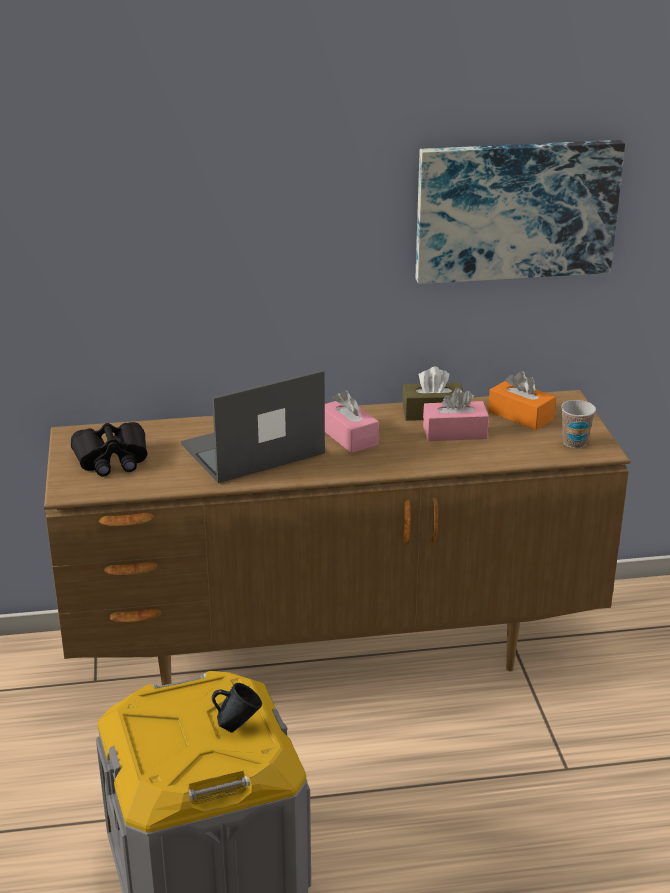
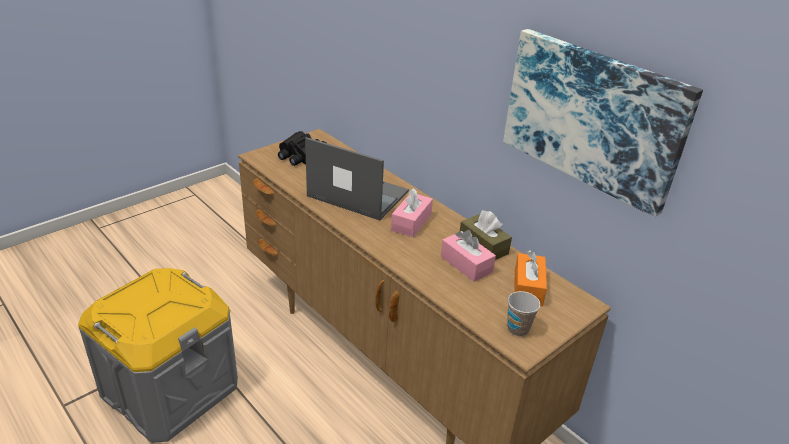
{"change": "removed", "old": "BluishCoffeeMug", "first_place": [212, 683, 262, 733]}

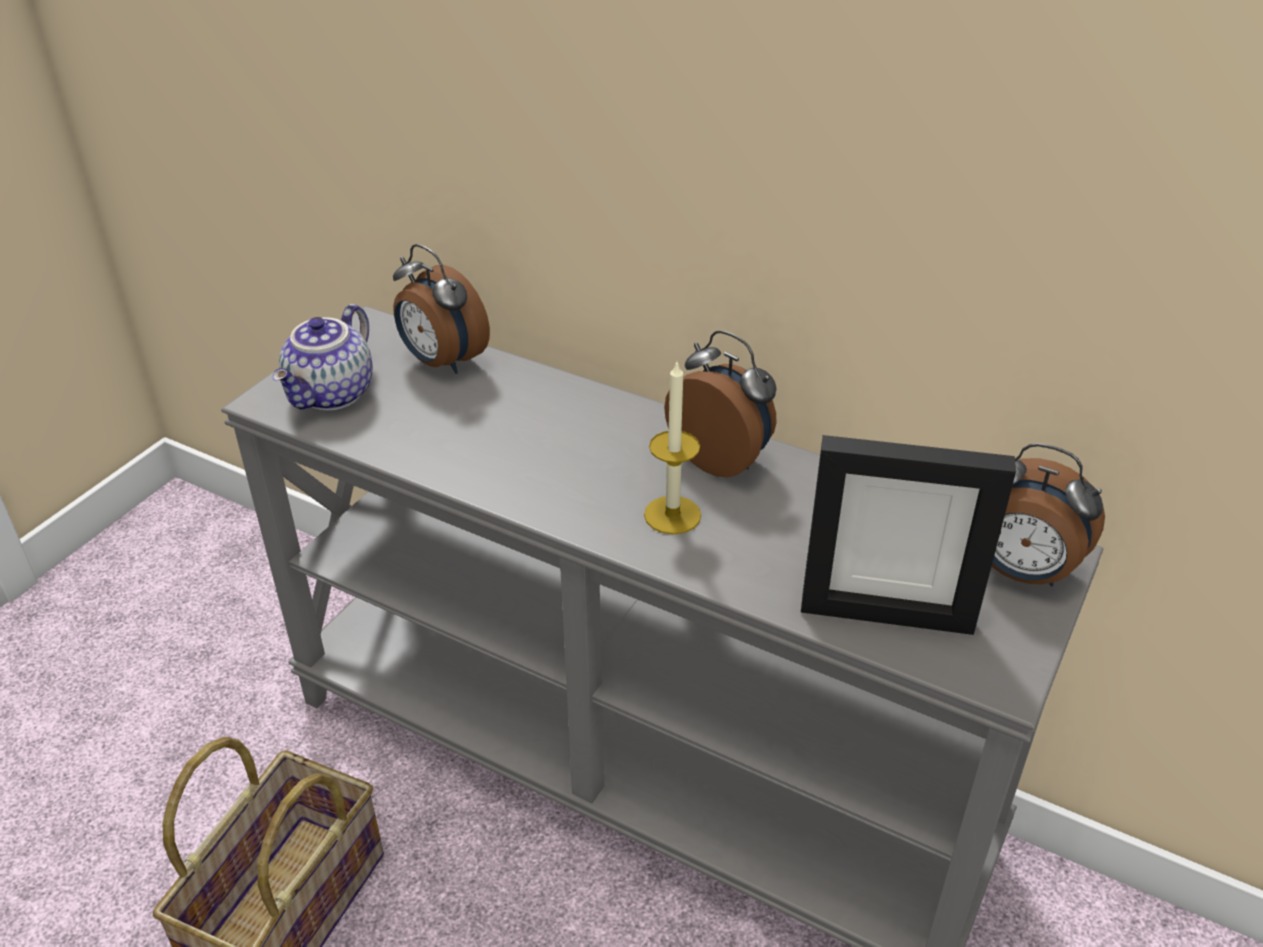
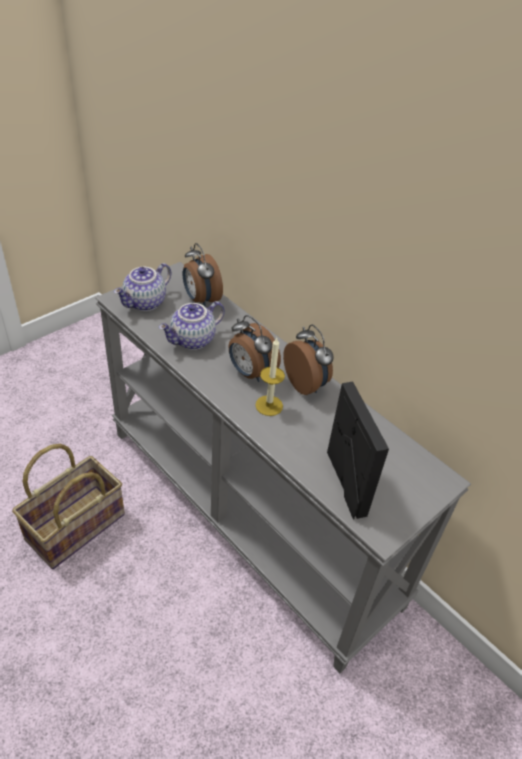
{"change": "turned", "old": "PhotoFrame", "first_place": [801, 435, 1016, 635], "second_place": [327, 382, 389, 520], "degrees": -135}
{"change": "moved", "old": "BedsideClock", "first_place": [992, 443, 1105, 587], "second_place": [229, 315, 281, 382]}
{"change": "added", "new": "PotForTea", "second_place": [159, 301, 225, 350]}

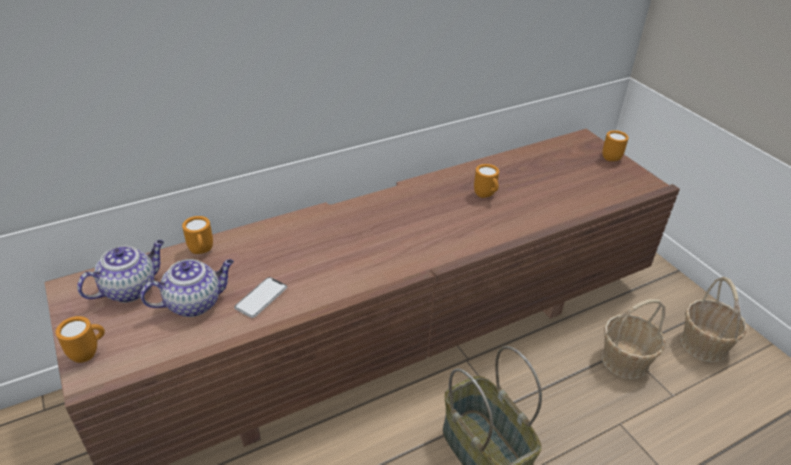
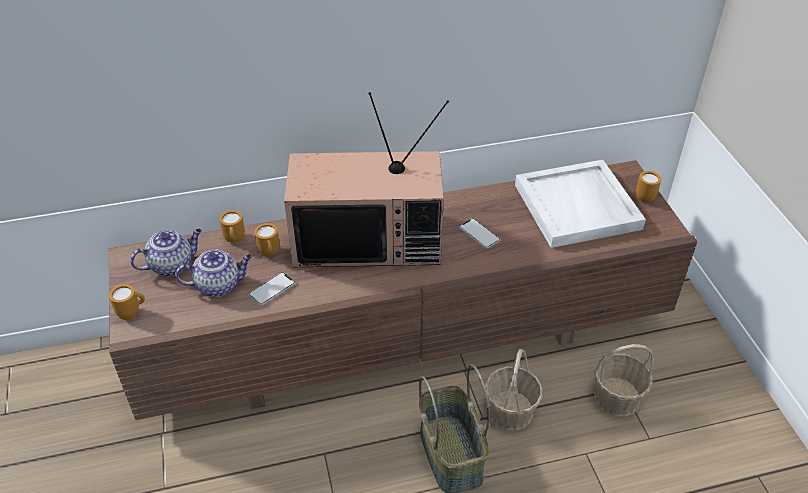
{"change": "moved", "old": "OrangeyCoffeeMug", "first_place": [474, 164, 499, 198], "second_place": [255, 223, 280, 256]}
{"change": "moved", "old": "Basket", "first_place": [680, 277, 747, 362], "second_place": [485, 349, 543, 431]}
{"change": "added", "new": "Television", "second_place": [284, 92, 449, 267]}
{"change": "added", "new": "Handset", "second_place": [459, 218, 501, 249]}
{"change": "added", "new": "WhitishServingTray", "second_place": [515, 160, 646, 248]}

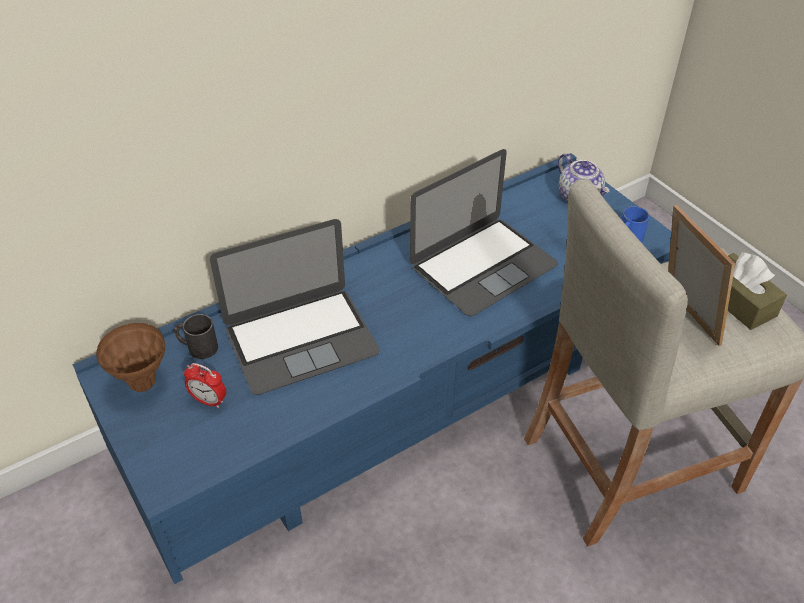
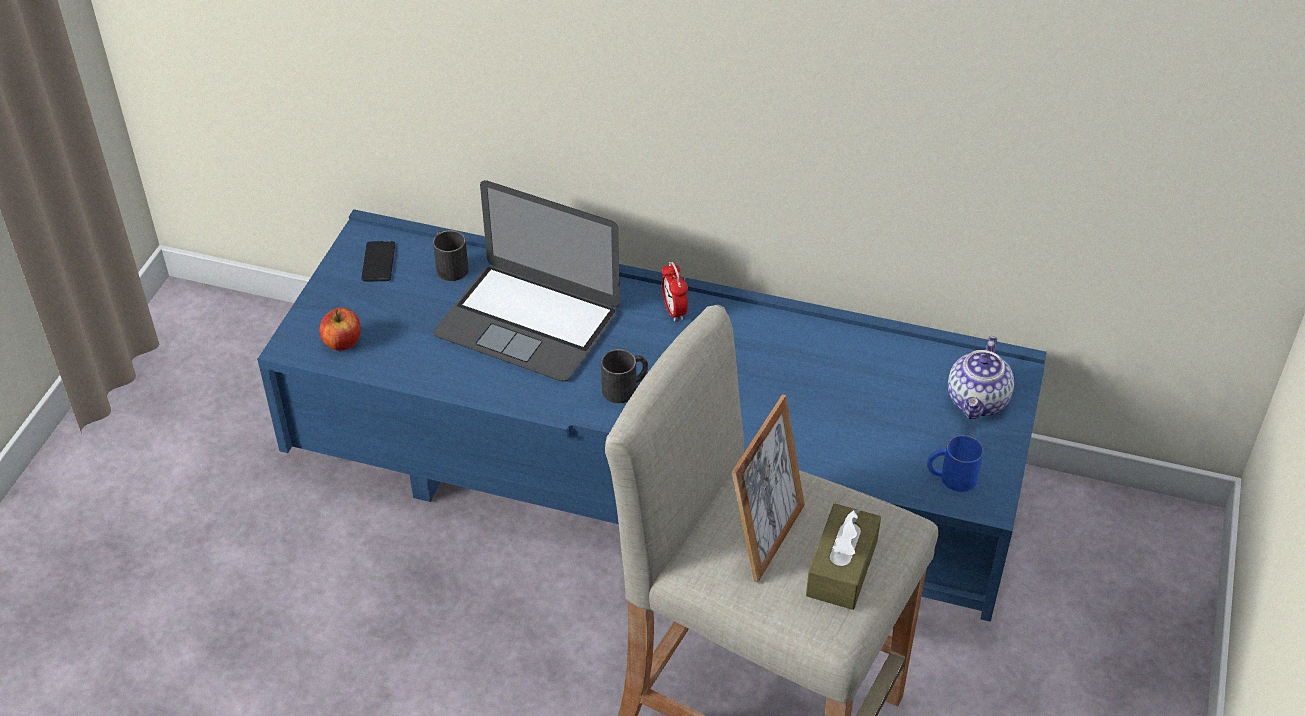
{"change": "replaced", "old": "BrownishDecorativeVase", "new": "Handset", "first_place": [96, 323, 165, 392], "second_place": [361, 241, 395, 281]}
{"change": "moved", "old": "BedsideClock", "first_place": [184, 363, 226, 408], "second_place": [662, 262, 688, 322]}
{"change": "removed", "old": "PortableComputer", "first_place": [410, 149, 558, 316]}
{"change": "added", "new": "AppleFruit", "second_place": [319, 308, 360, 351]}
{"change": "added", "new": "BlackishCoffeeMug", "second_place": [601, 349, 648, 403]}

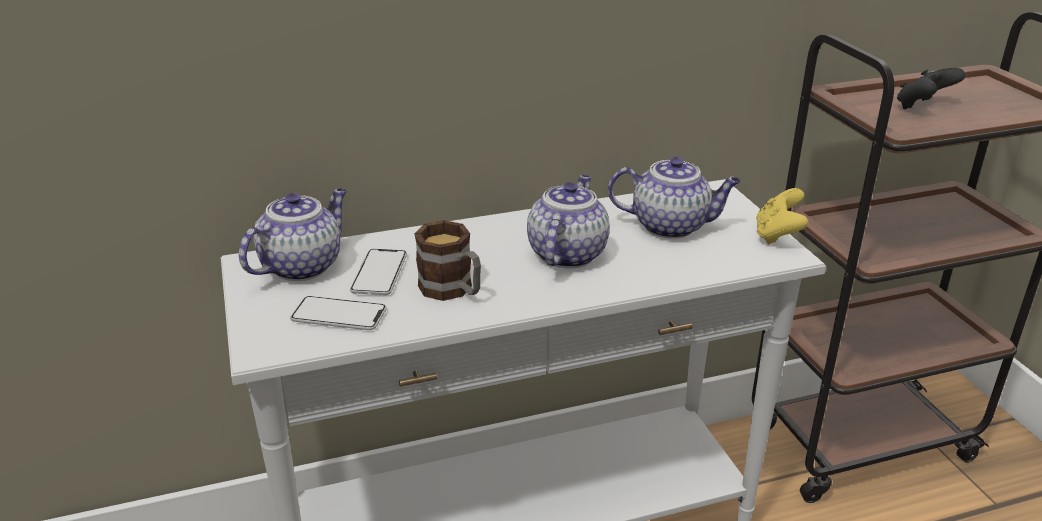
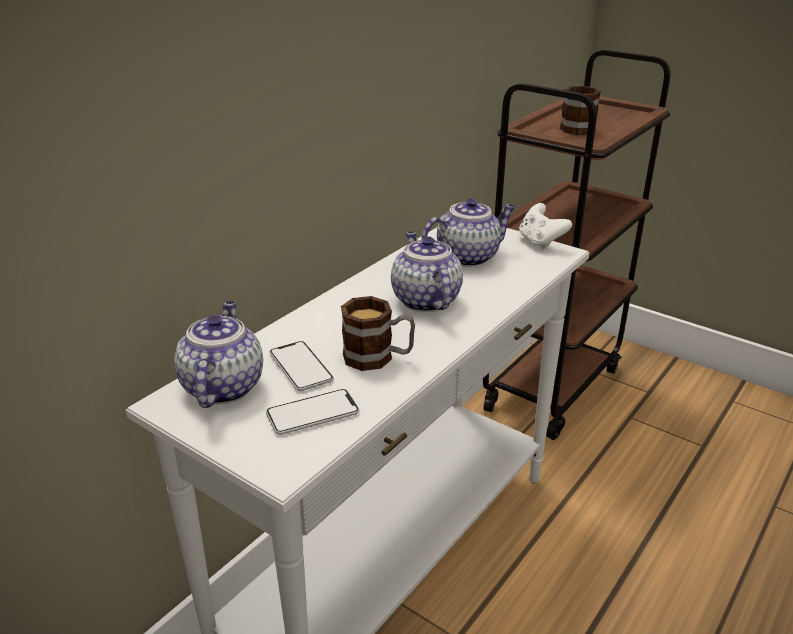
{"change": "recoloured", "old": "YellowJoypad", "new": "WhitishJoypad", "first_place": [756, 188, 808, 245], "second_place": [519, 203, 572, 250]}
{"change": "replaced", "old": "BlackishJoypad", "new": "CoffeeMug", "first_place": [897, 68, 965, 109], "second_place": [560, 86, 601, 135]}

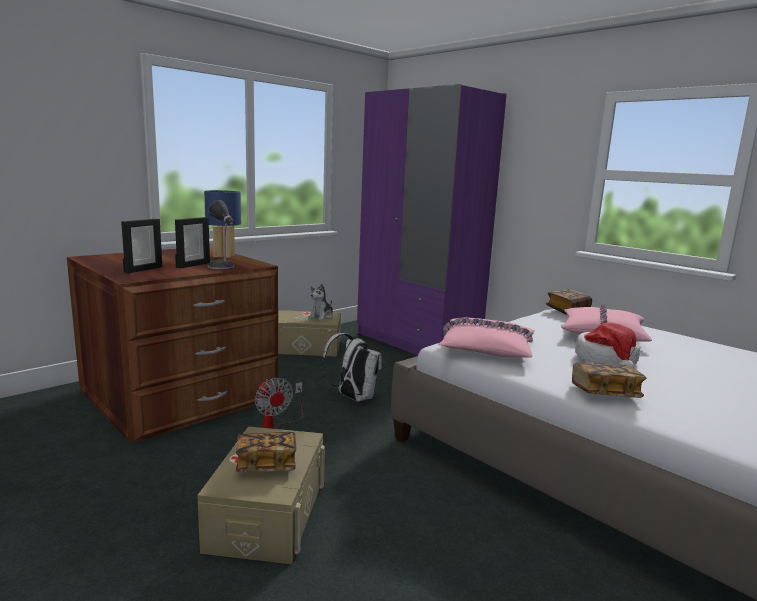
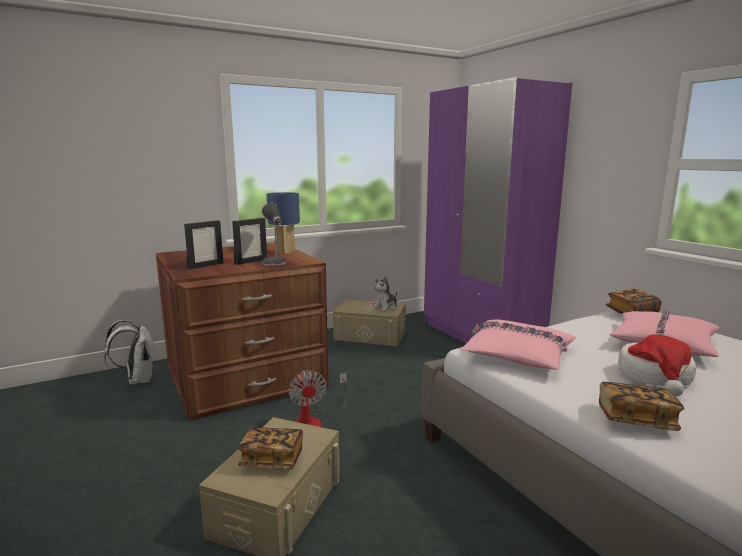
{"change": "moved", "old": "WhitishKnapsack", "first_place": [322, 333, 382, 402], "second_place": [104, 320, 155, 384]}

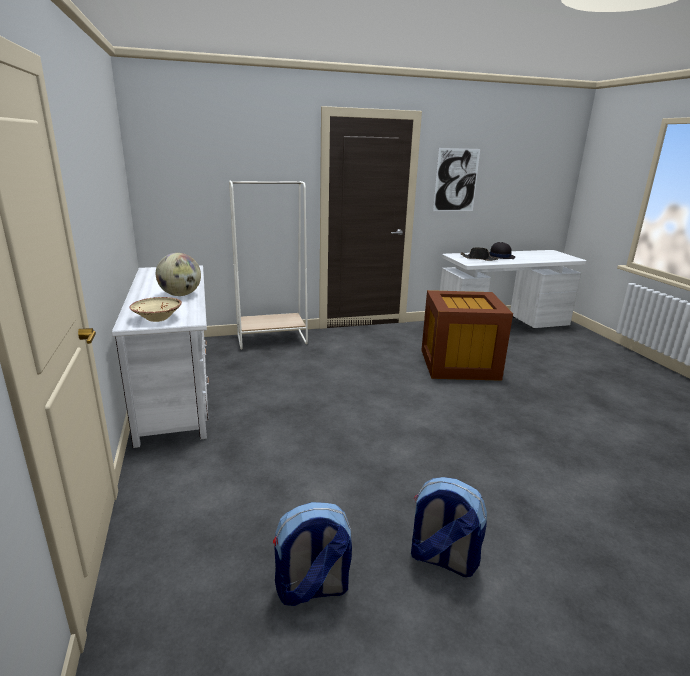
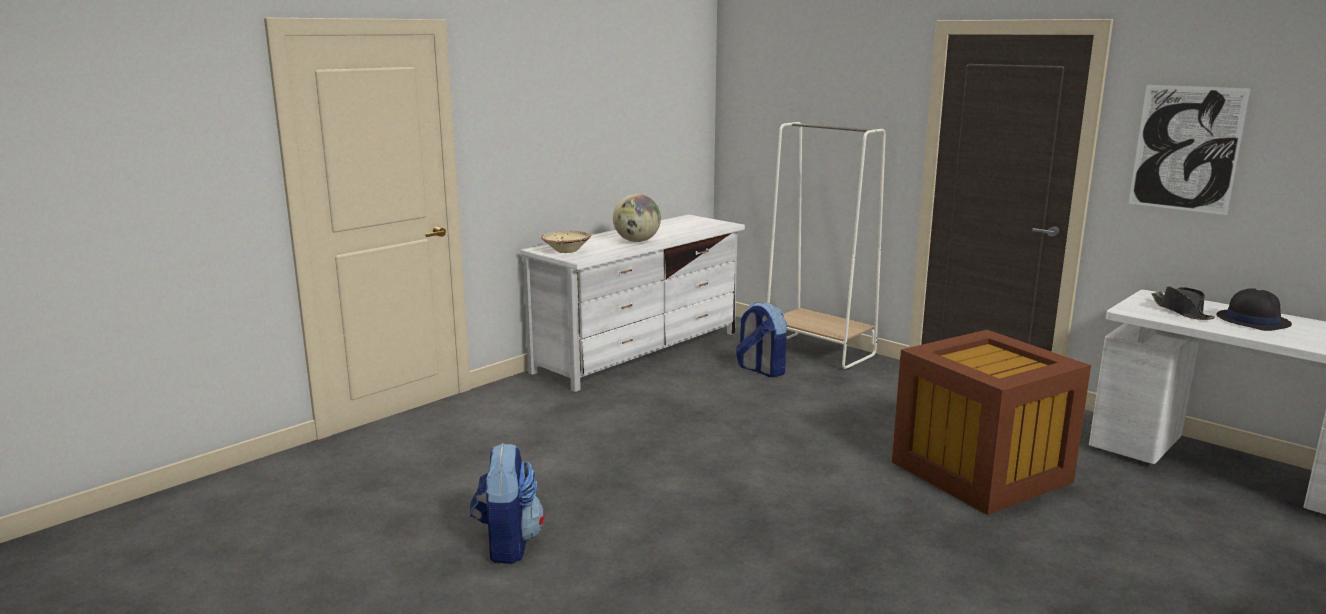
{"change": "moved", "old": "Knapsack", "first_place": [273, 502, 352, 606], "second_place": [736, 302, 787, 377]}

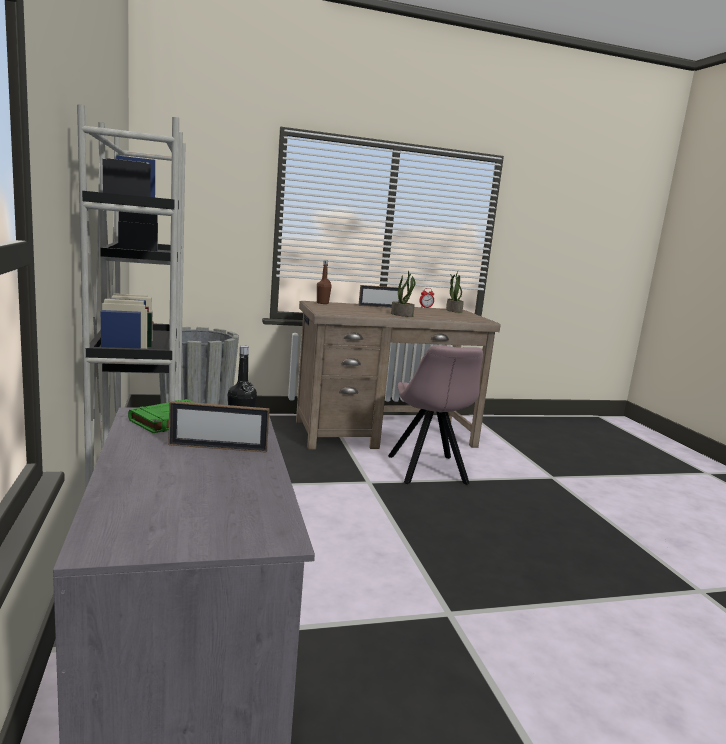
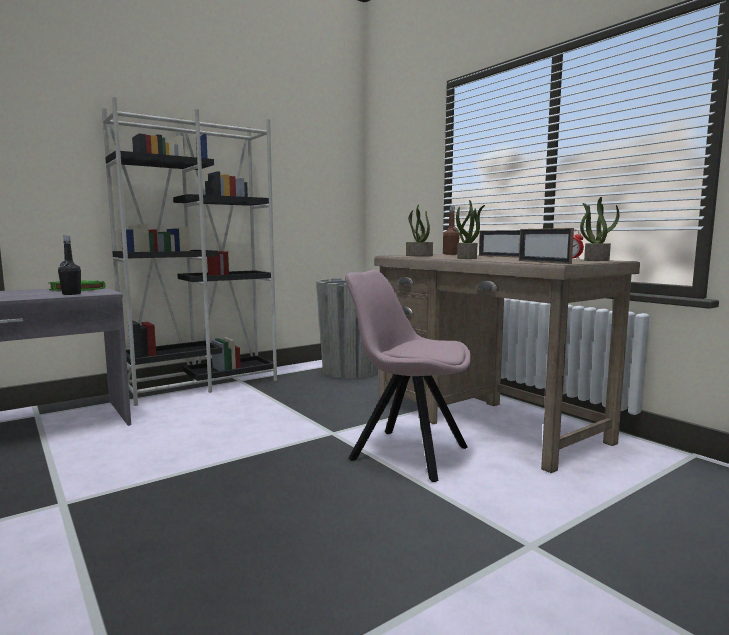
{"change": "moved", "old": "PhotoFrame", "first_place": [169, 401, 270, 453], "second_place": [519, 228, 574, 264]}
{"change": "turned", "old": "PinkColouredUprightChair", "first_place": [388, 345, 483, 485], "second_place": [345, 270, 471, 482], "degrees": 60}
{"change": "added", "new": "PottedPlant", "second_place": [406, 204, 433, 256]}

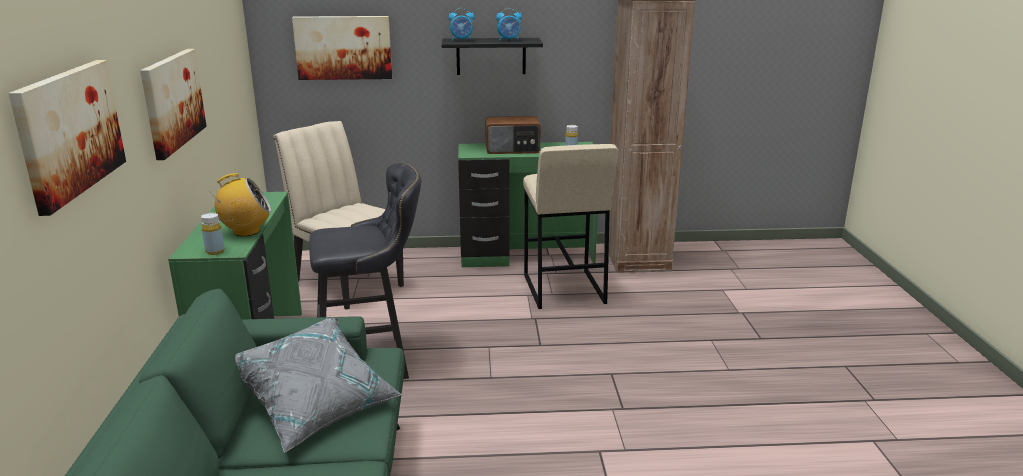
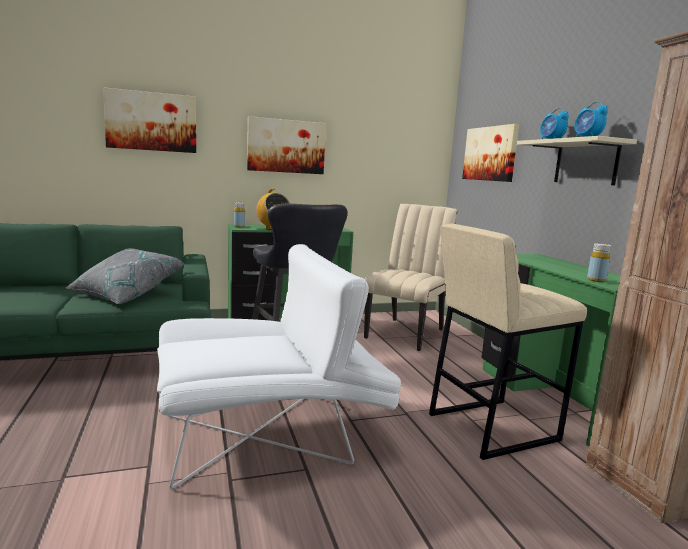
{"change": "recoloured", "old": "BlackishWallShelf", "new": "SandColouredWallShelf", "first_place": [442, 38, 543, 75], "second_place": [517, 136, 637, 185]}
{"change": "removed", "old": "RadioReceiver", "first_place": [485, 116, 541, 154]}
{"change": "added", "new": "WhitishLoungeChair", "second_place": [157, 244, 402, 489]}

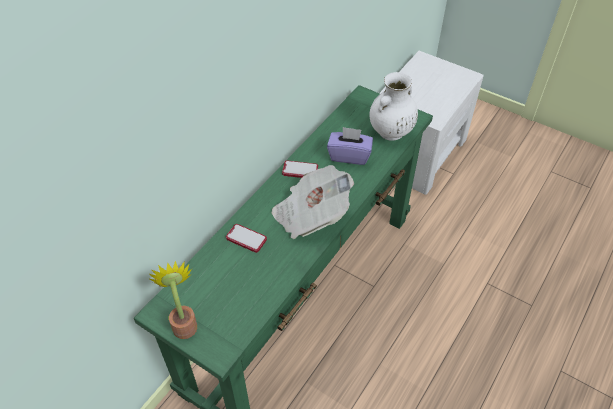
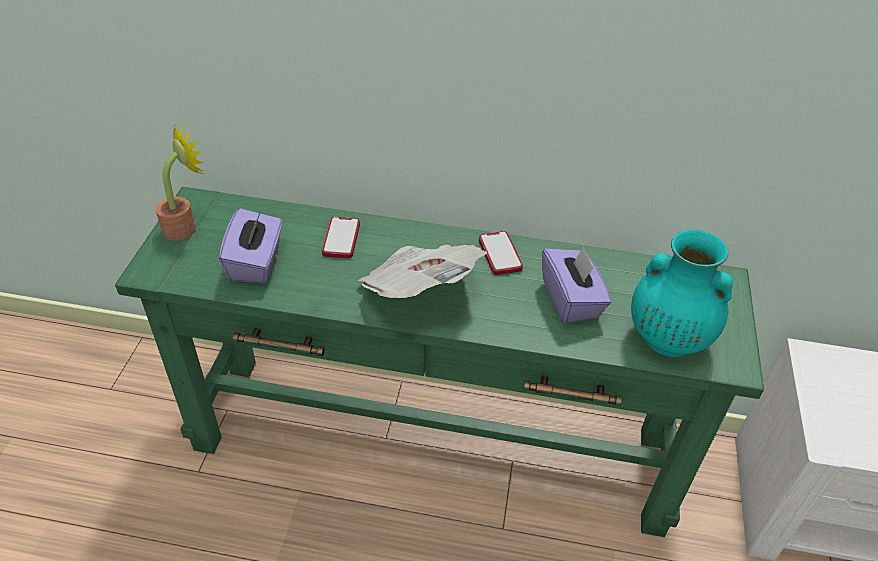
{"change": "recoloured", "old": "WhitishDecorativeVase", "new": "TurquoiseColouredDecorativeVase", "first_place": [370, 72, 418, 141], "second_place": [631, 230, 733, 357]}
{"change": "added", "new": "PurpleColouredTissueHolder", "second_place": [219, 209, 282, 283]}

